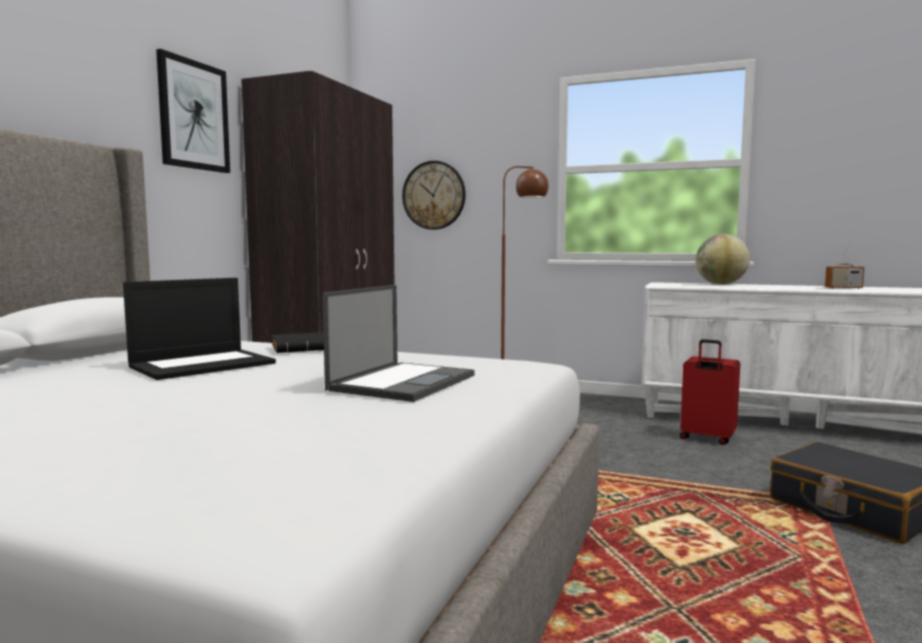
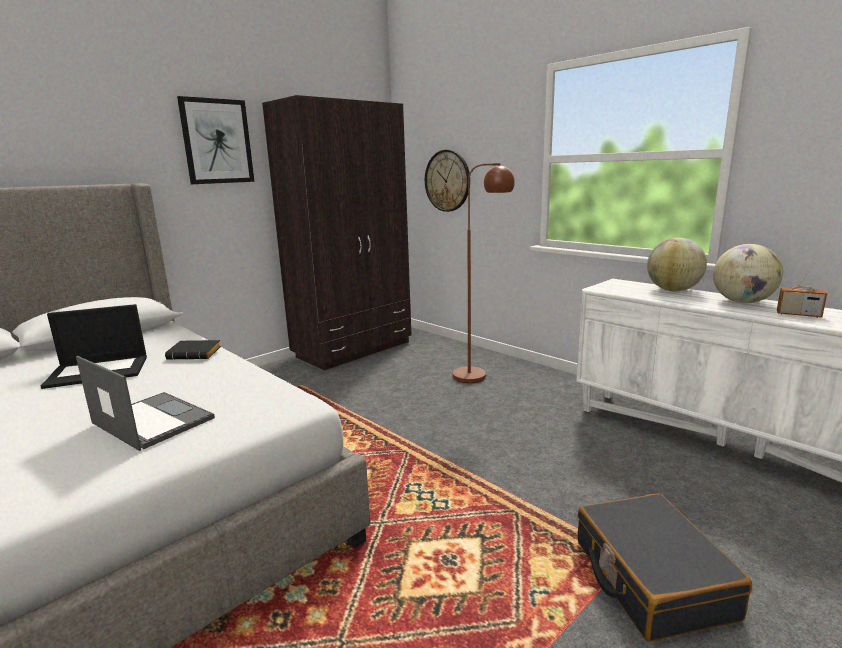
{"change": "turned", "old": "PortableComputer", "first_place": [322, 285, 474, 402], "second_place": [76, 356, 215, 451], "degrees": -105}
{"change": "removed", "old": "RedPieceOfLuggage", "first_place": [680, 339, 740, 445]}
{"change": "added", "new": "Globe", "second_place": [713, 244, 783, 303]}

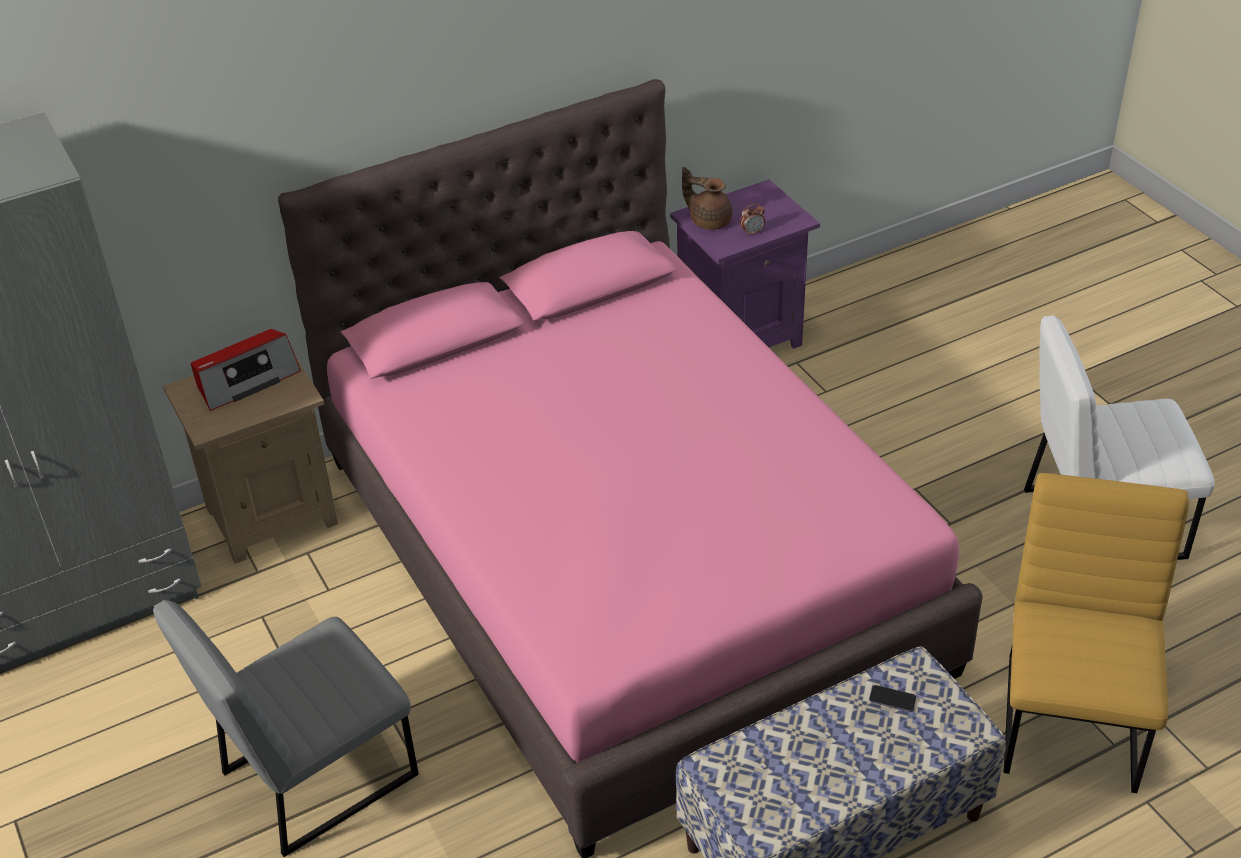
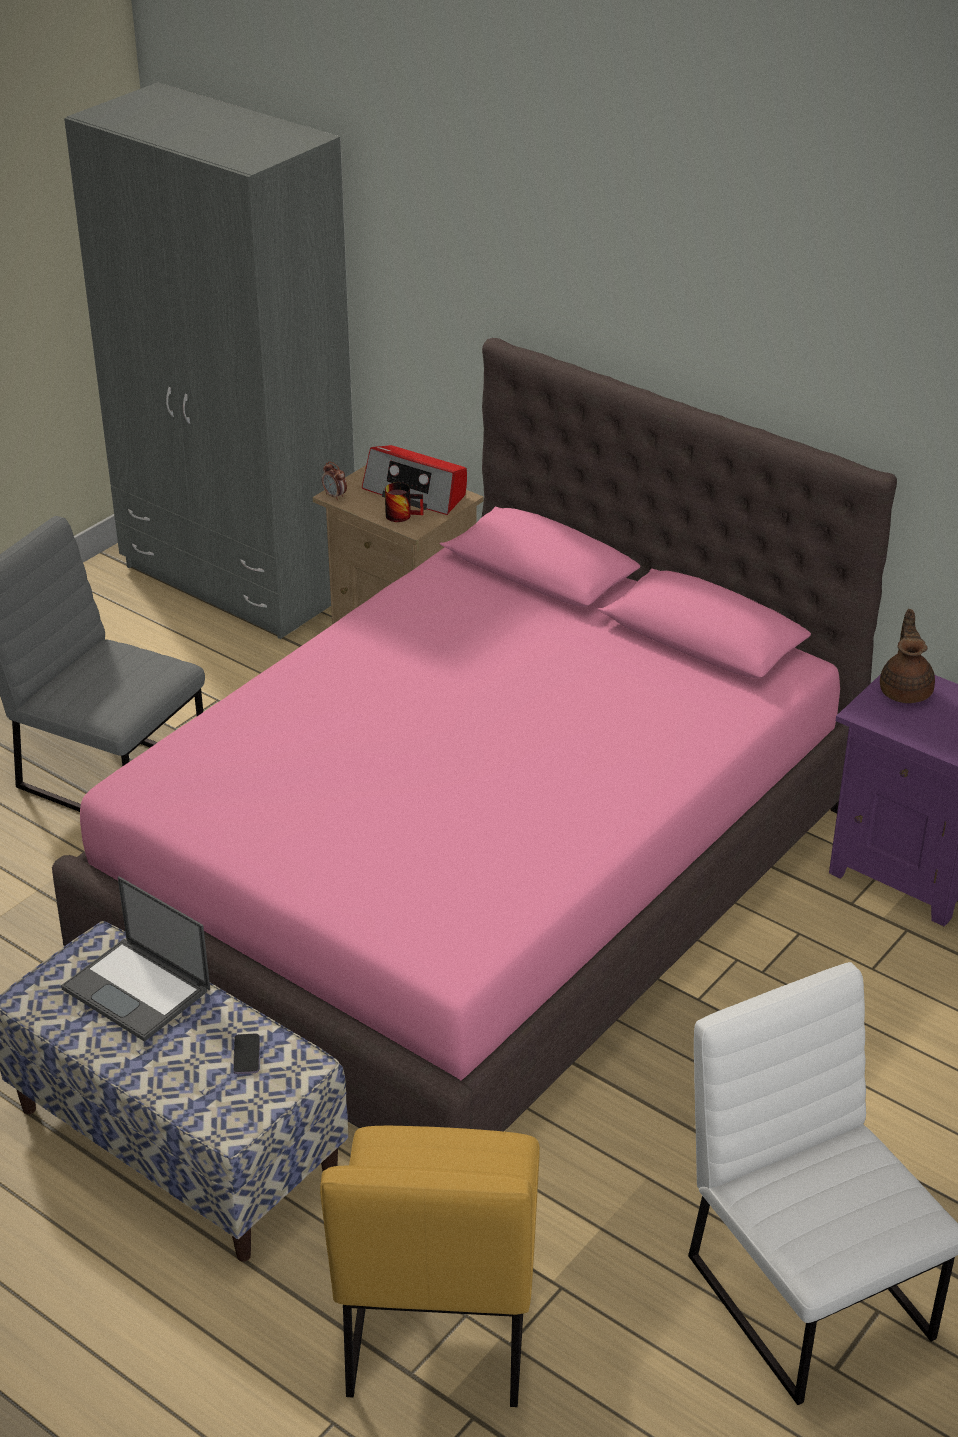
{"change": "moved", "old": "BedsideClock", "first_place": [740, 204, 765, 236], "second_place": [322, 461, 347, 501]}
{"change": "turned", "old": "YellowUprightChair", "first_place": [1004, 473, 1189, 793], "second_place": [320, 1126, 540, 1407], "degrees": 105}
{"change": "added", "new": "PortableComputer", "second_place": [61, 876, 210, 1042]}
{"change": "added", "new": "CoffeeMug", "second_place": [385, 482, 424, 522]}

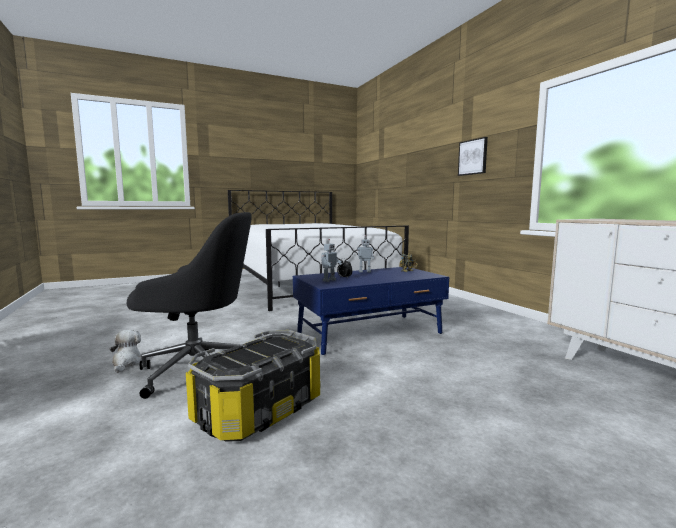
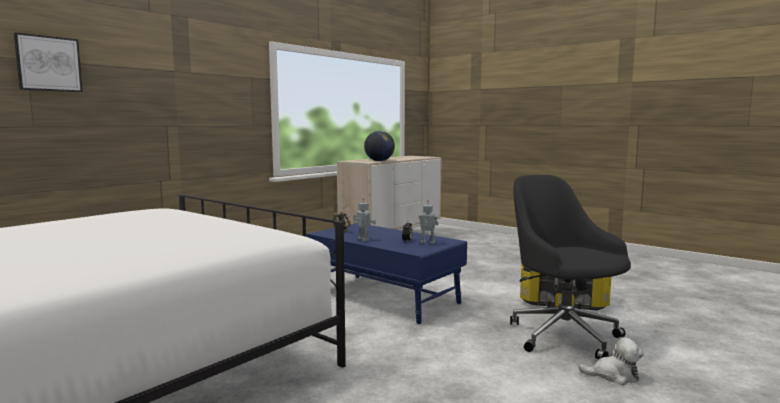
{"change": "turned", "old": "CuddlyToy", "first_place": [110, 330, 142, 373], "second_place": [579, 338, 644, 385], "degrees": -135}
{"change": "moved", "old": "WallPicture", "first_place": [458, 137, 488, 176], "second_place": [14, 32, 83, 92]}
{"change": "added", "new": "Globe", "second_place": [364, 131, 395, 161]}

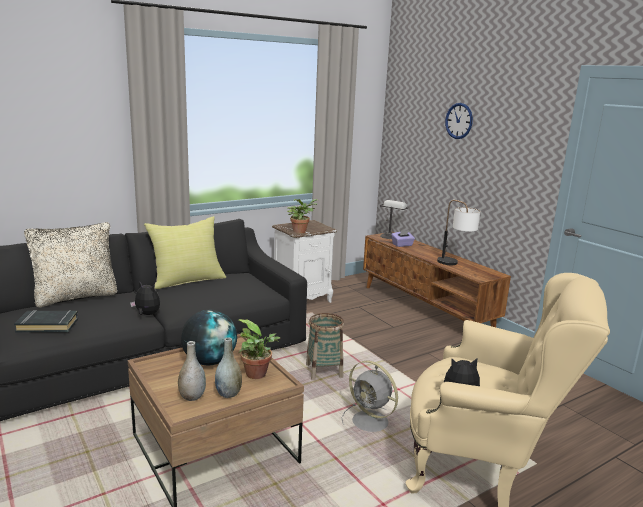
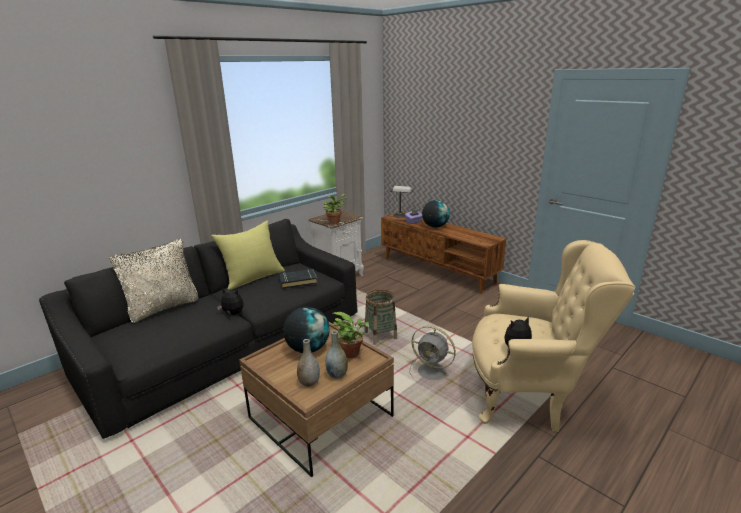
{"change": "moved", "old": "BlackishVolume", "first_place": [14, 310, 78, 333], "second_place": [279, 269, 318, 289]}
{"change": "removed", "old": "TabletopLamp", "first_place": [437, 200, 480, 265]}
{"change": "removed", "old": "HangingClock", "first_place": [445, 103, 473, 139]}
{"change": "added", "new": "Globe", "second_place": [422, 200, 450, 228]}

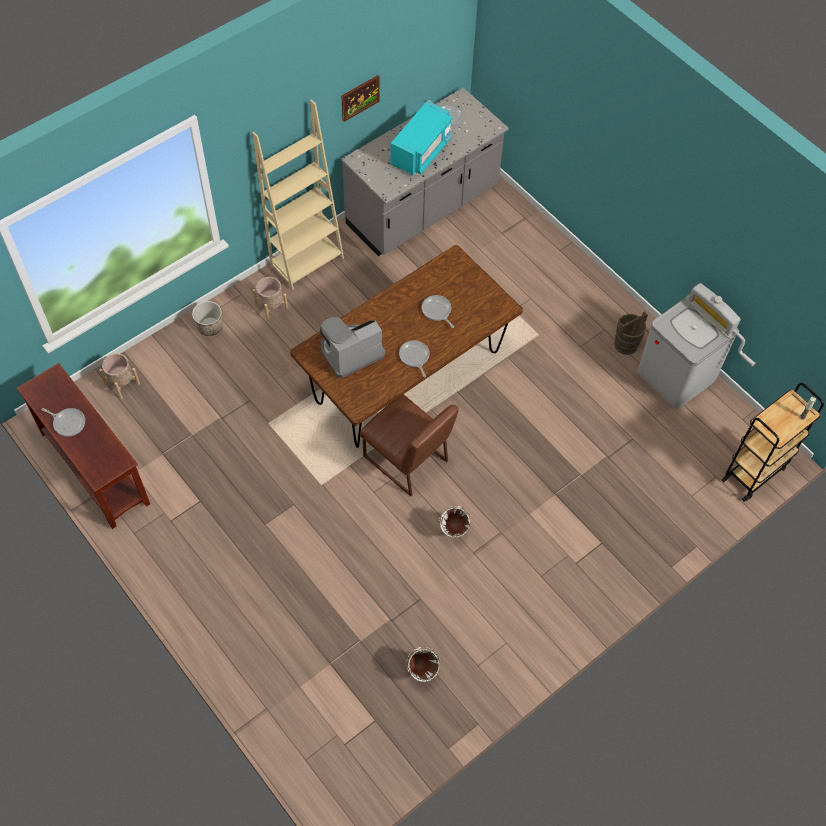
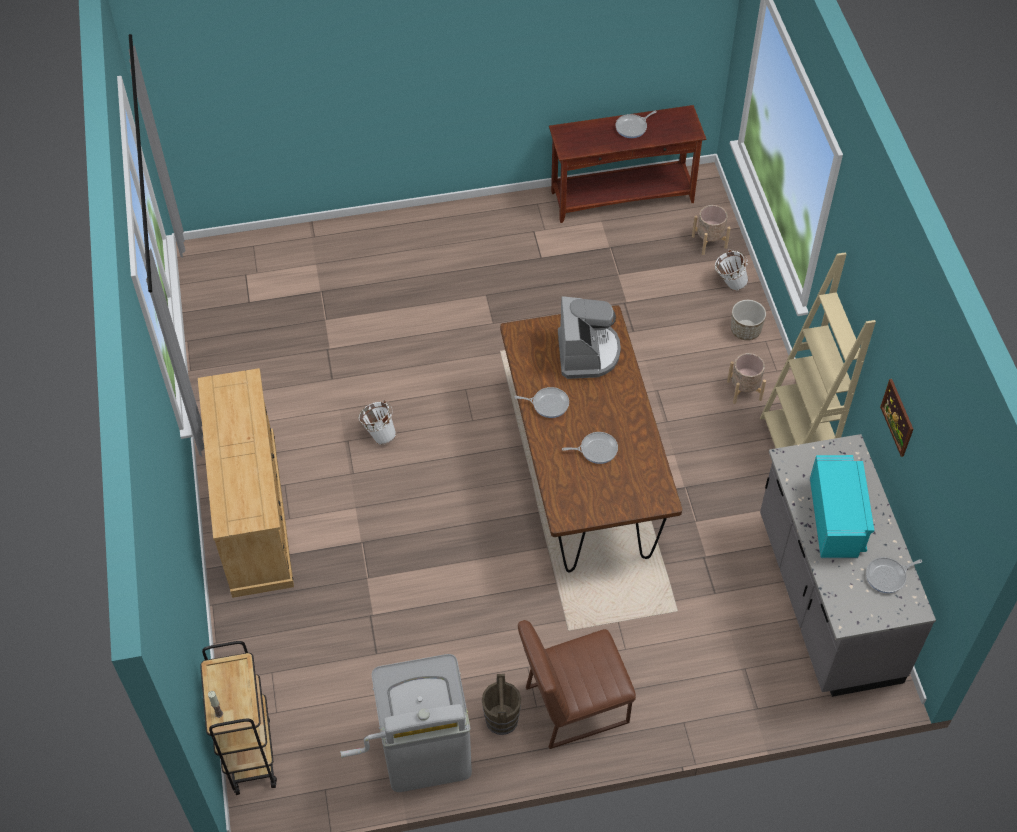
{"change": "moved", "old": "BrownishUprightChair", "first_place": [360, 395, 459, 496], "second_place": [518, 620, 636, 749]}
{"change": "turned", "old": "TurquoiseColouredMicrowaveOven", "first_place": [390, 101, 453, 175], "second_place": [810, 455, 874, 558], "degrees": -150}
{"change": "moved", "old": "WhitishPail", "first_place": [406, 647, 440, 682], "second_place": [715, 249, 749, 291]}
{"change": "added", "new": "SandColouredDresser", "second_place": [198, 368, 294, 598]}

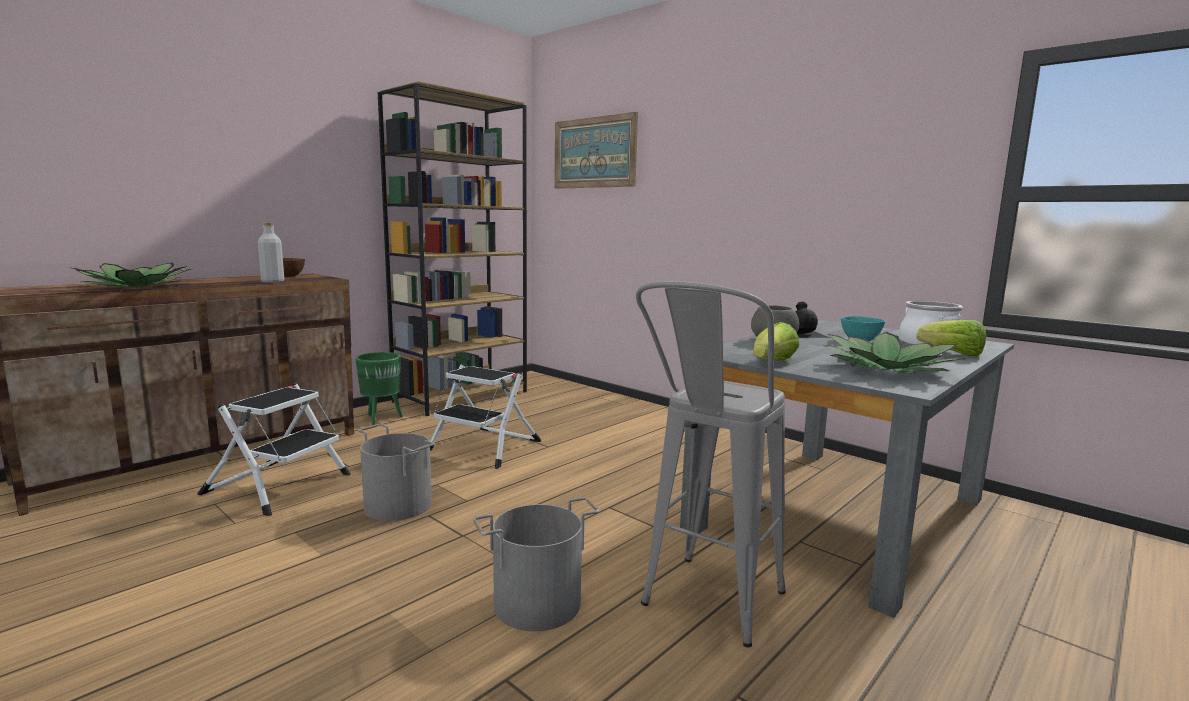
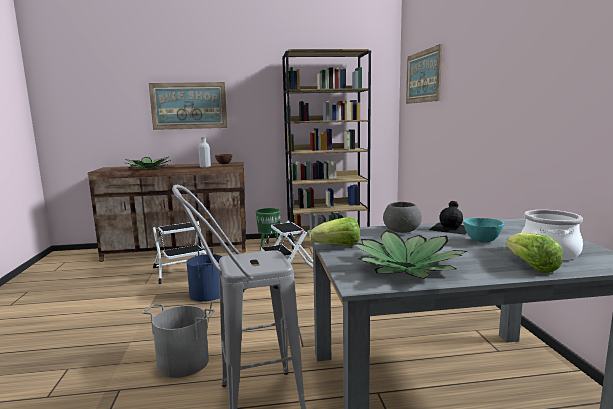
{"change": "recoloured", "old": "GreyPail", "new": "BluishPail", "first_place": [358, 424, 434, 521], "second_place": [187, 248, 223, 302]}
{"change": "added", "new": "WallPicture", "second_place": [149, 82, 228, 130]}

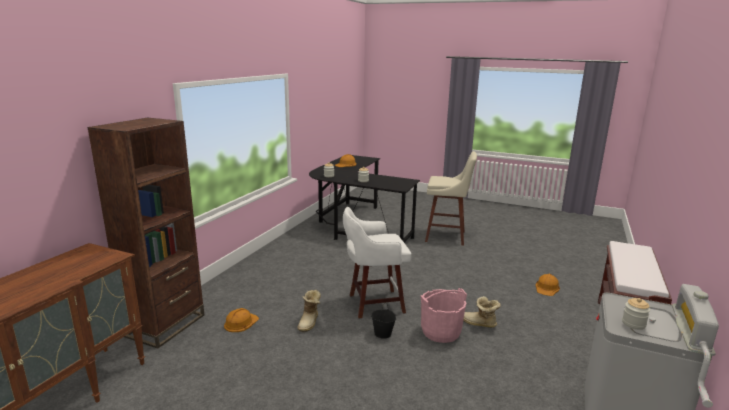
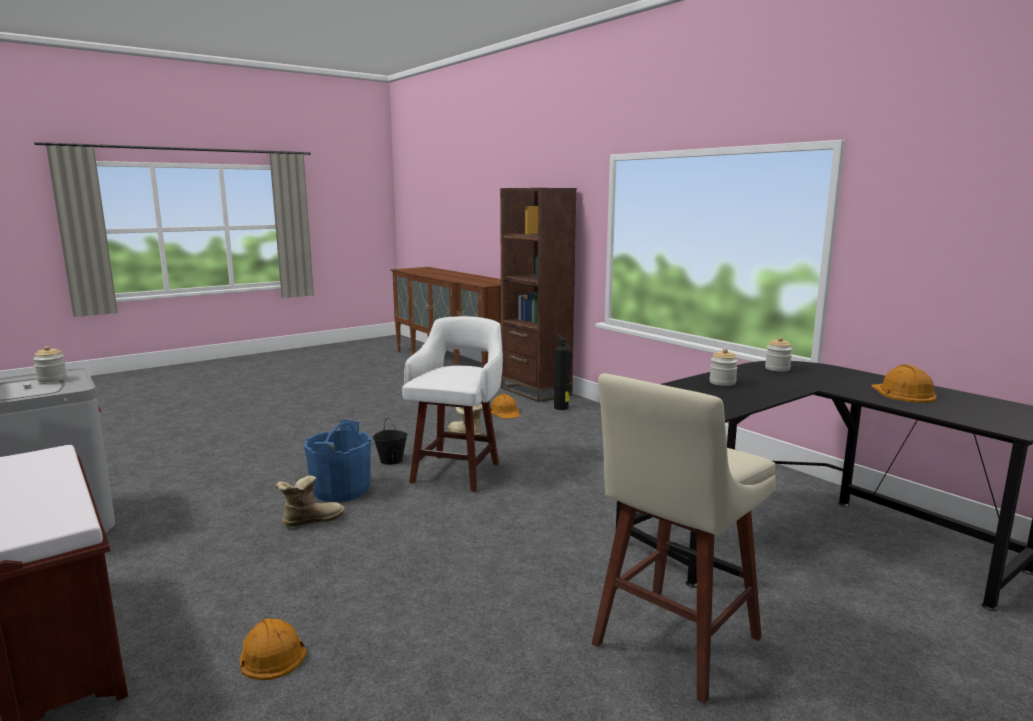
{"change": "recoloured", "old": "PinkColouredPail", "new": "BluishPail", "first_place": [420, 288, 467, 343], "second_place": [304, 420, 371, 502]}
{"change": "added", "new": "Extinguisher", "second_place": [554, 333, 571, 410]}

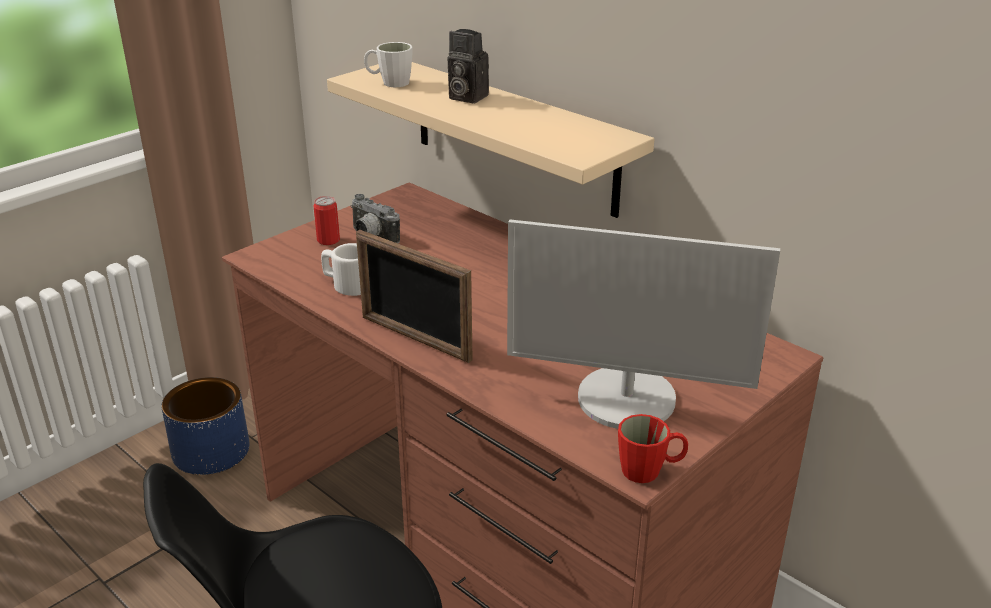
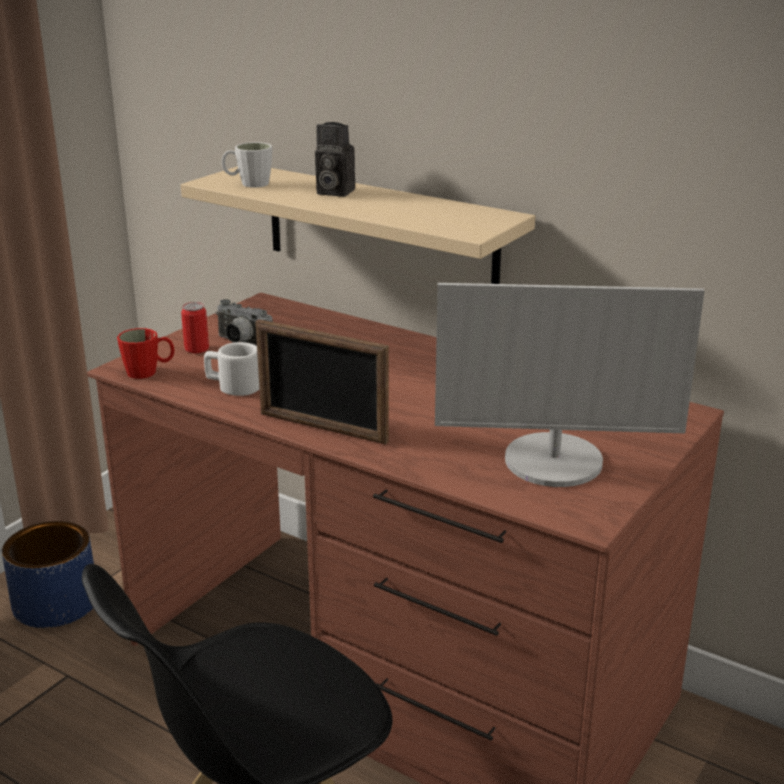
{"change": "moved", "old": "RedCoffeeMug", "first_place": [618, 414, 688, 483], "second_place": [117, 328, 175, 379]}

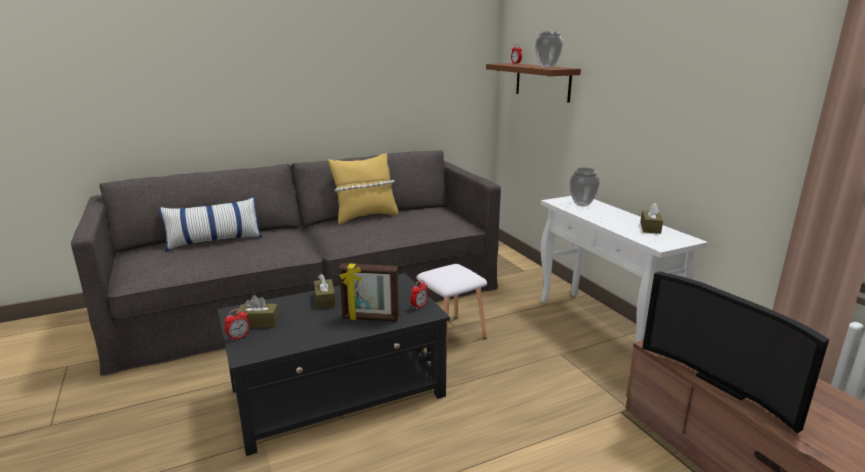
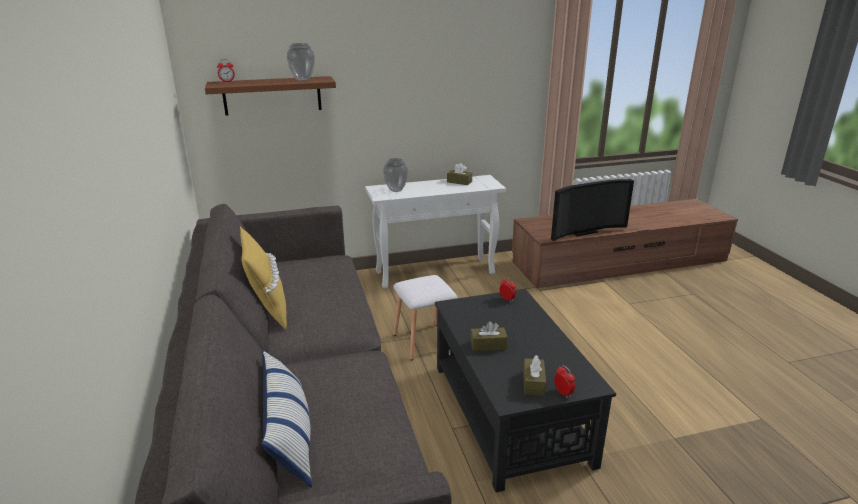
{"change": "removed", "old": "PhotoFrame", "first_place": [339, 263, 399, 321]}

